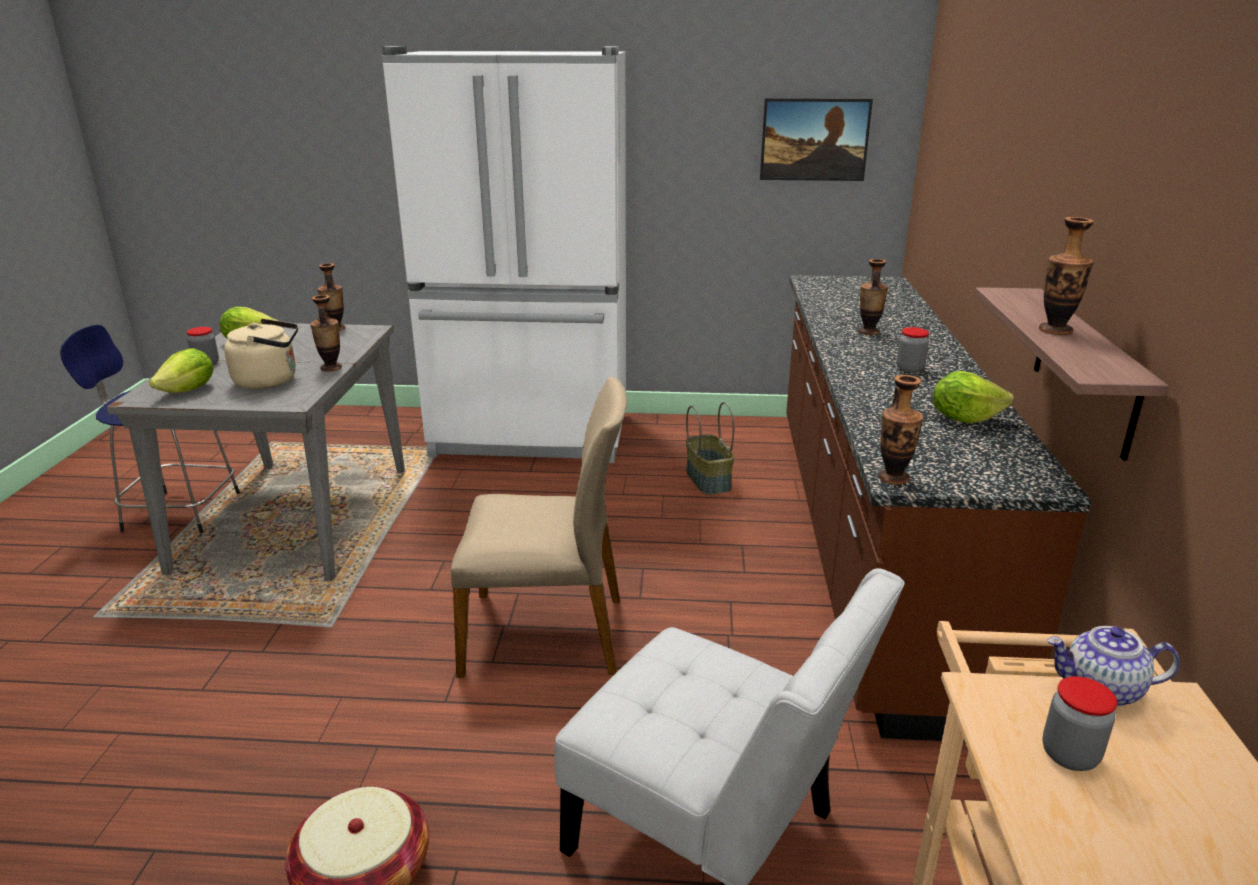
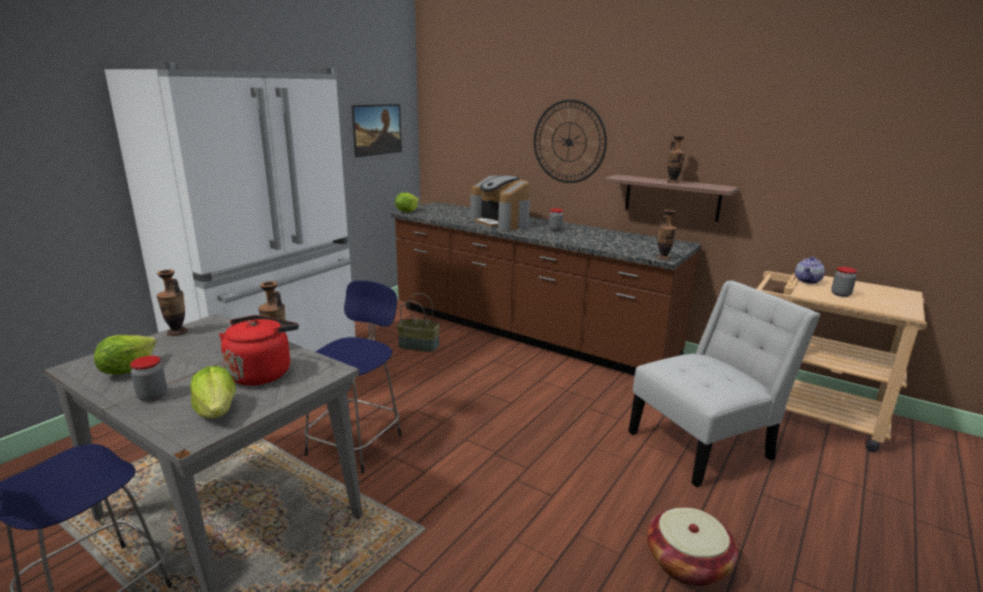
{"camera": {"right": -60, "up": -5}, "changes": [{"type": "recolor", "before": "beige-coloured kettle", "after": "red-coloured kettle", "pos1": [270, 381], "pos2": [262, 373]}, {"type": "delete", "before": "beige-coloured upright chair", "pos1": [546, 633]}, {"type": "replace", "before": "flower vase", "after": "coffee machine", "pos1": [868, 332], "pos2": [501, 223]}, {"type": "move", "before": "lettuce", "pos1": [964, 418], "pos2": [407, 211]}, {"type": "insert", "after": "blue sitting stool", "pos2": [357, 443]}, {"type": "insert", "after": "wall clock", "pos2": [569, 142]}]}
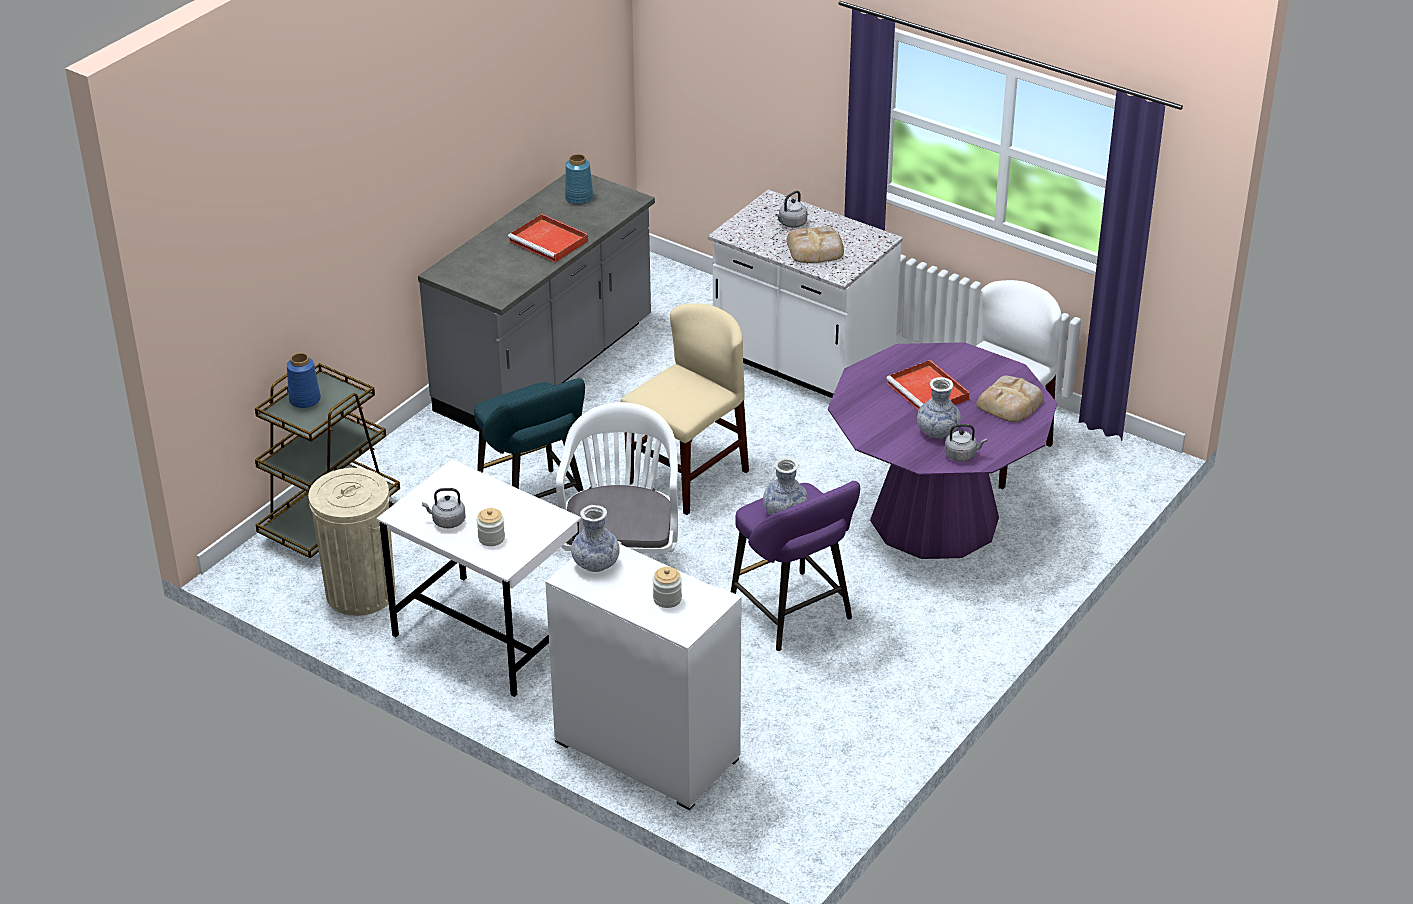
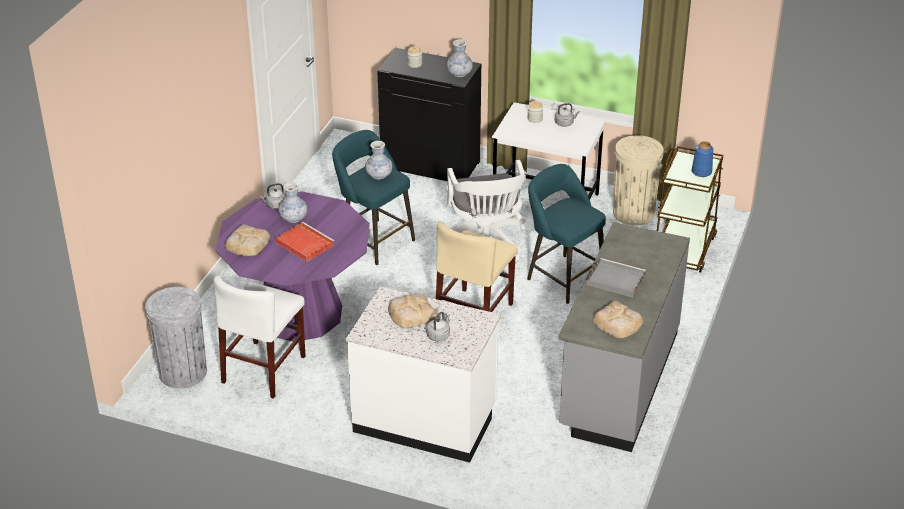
{"camera": {"right": 165, "up": 0}, "changes": [{"type": "recolor", "before": "red-coloured carrying tray", "after": "grey carrying tray", "pos1": [550, 241], "pos2": [614, 280]}, {"type": "recolor", "before": "whitish storage cabinet", "after": "black-coloured storage cabinet", "pos1": [645, 750], "pos2": [431, 165]}, {"type": "replace", "before": "blue flower vase", "after": "bakery bread", "pos1": [579, 198], "pos2": [618, 323]}, {"type": "recolor", "before": "purple sitting stool", "after": "turquoise-coloured sitting stool", "pos1": [794, 615], "pos2": [374, 240]}, {"type": "insert", "after": "grey rubbish bin", "pos2": [182, 372]}]}
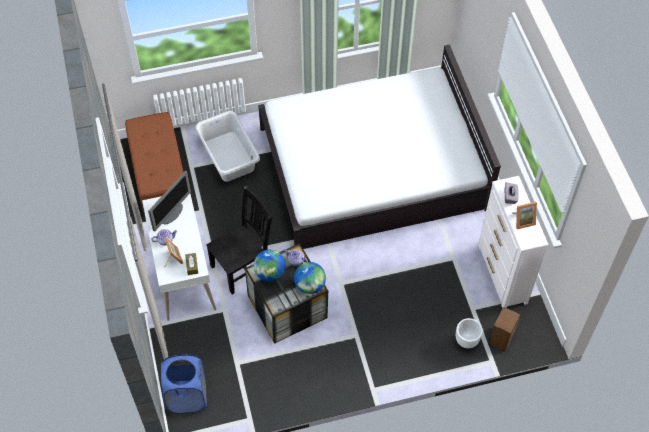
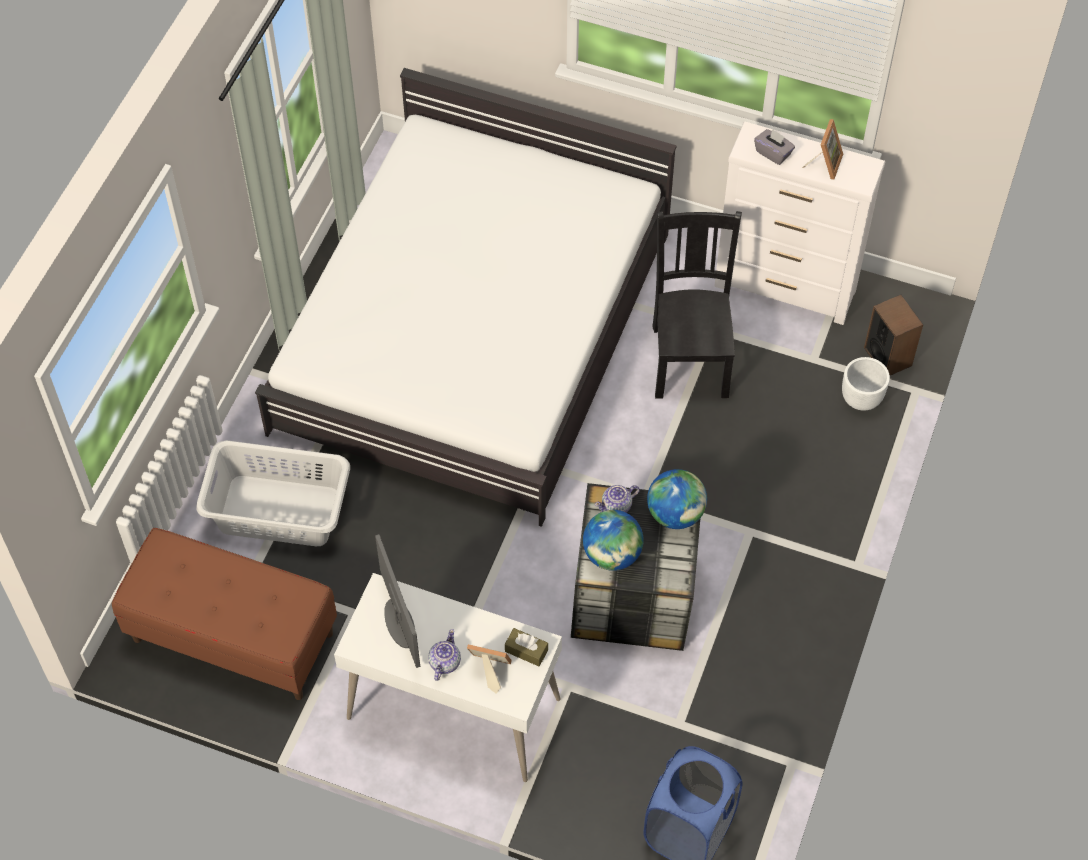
{"camera": {"right": -55, "up": 0}, "changes": [{"type": "move", "before": "black-coloured upright chair", "pos1": [243, 266], "pos2": [690, 358]}]}
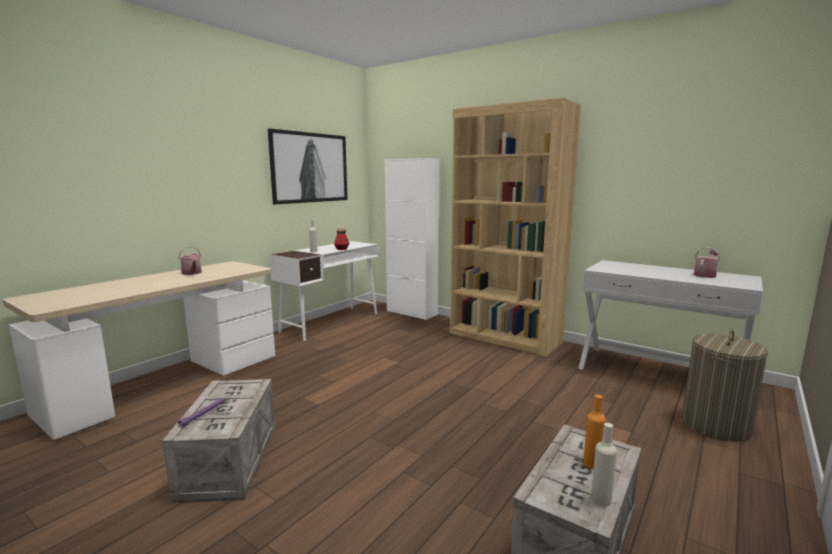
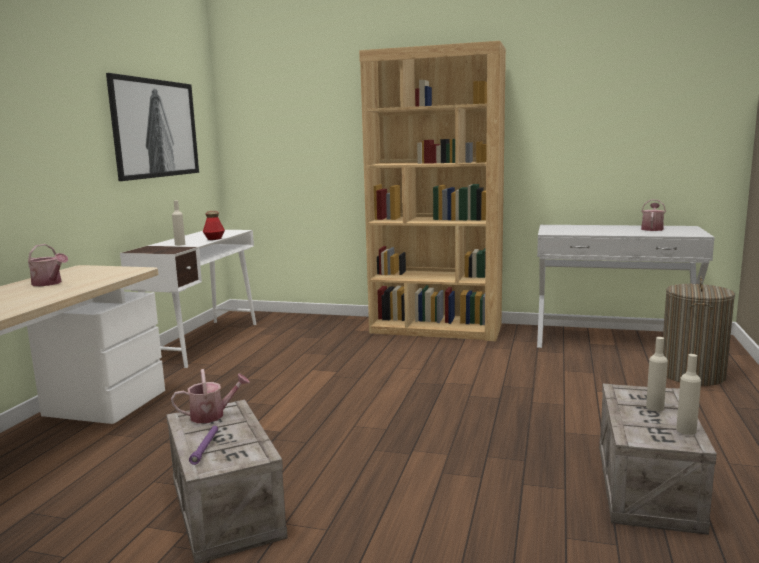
{"camera": {"right": -20, "up": 0}, "changes": [{"type": "delete", "before": "whitish storage cabinet", "pos1": [412, 313]}, {"type": "recolor", "before": "orange beverage bottle", "after": "beige-coloured beverage bottle", "pos1": [592, 463], "pos2": [655, 407]}, {"type": "insert", "after": "watering can", "pos2": [212, 415]}]}
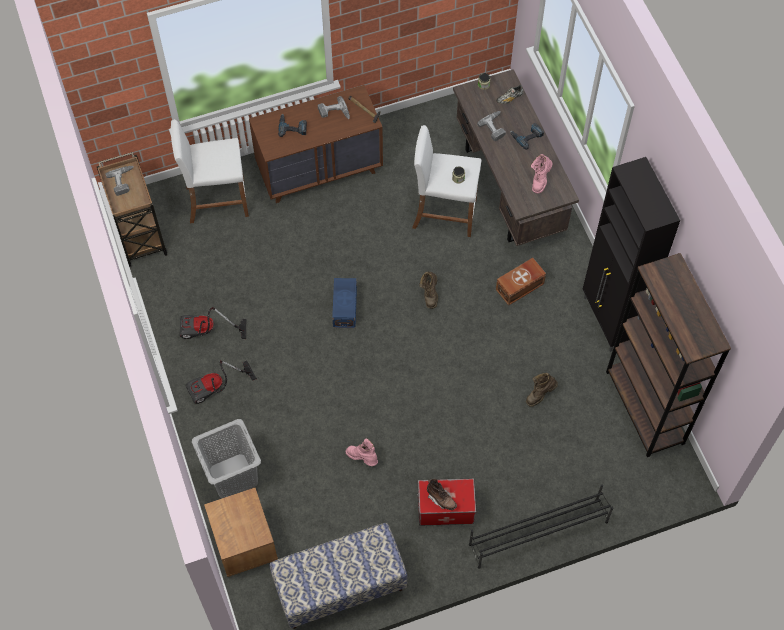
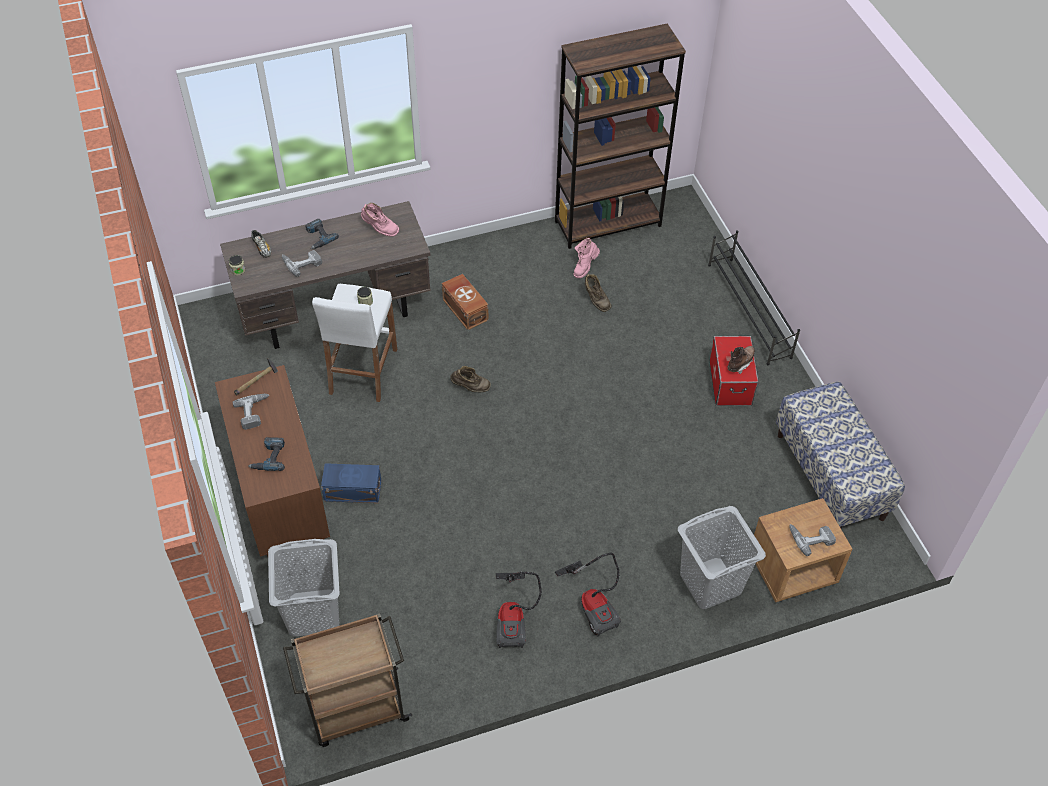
{"camera": {"right": -90, "up": -10}, "changes": [{"type": "move", "before": "electric drill", "pos1": [123, 181], "pos2": [810, 537]}, {"type": "replace", "before": "whitish sitting stool", "after": "grey hamper", "pos1": [217, 201], "pos2": [313, 613]}, {"type": "move", "before": "blue storage container", "pos1": [345, 307], "pos2": [352, 490]}, {"type": "move", "before": "pink-coloured tall boot", "pos1": [362, 458], "pos2": [585, 267]}, {"type": "delete", "before": "black-coloured storage cabinet", "pos1": [609, 321]}]}
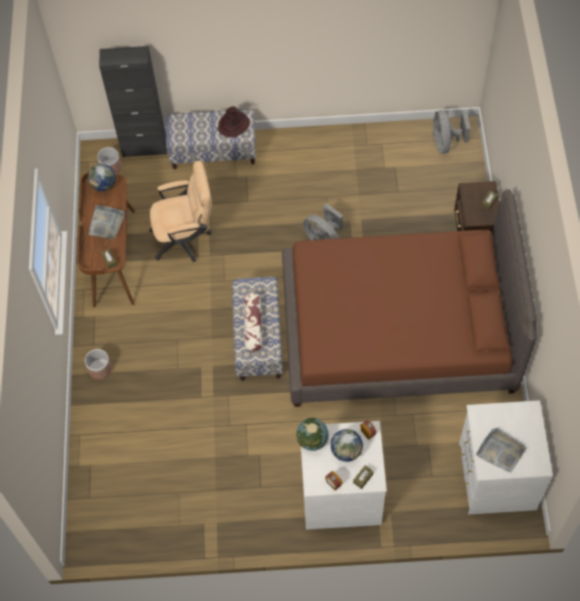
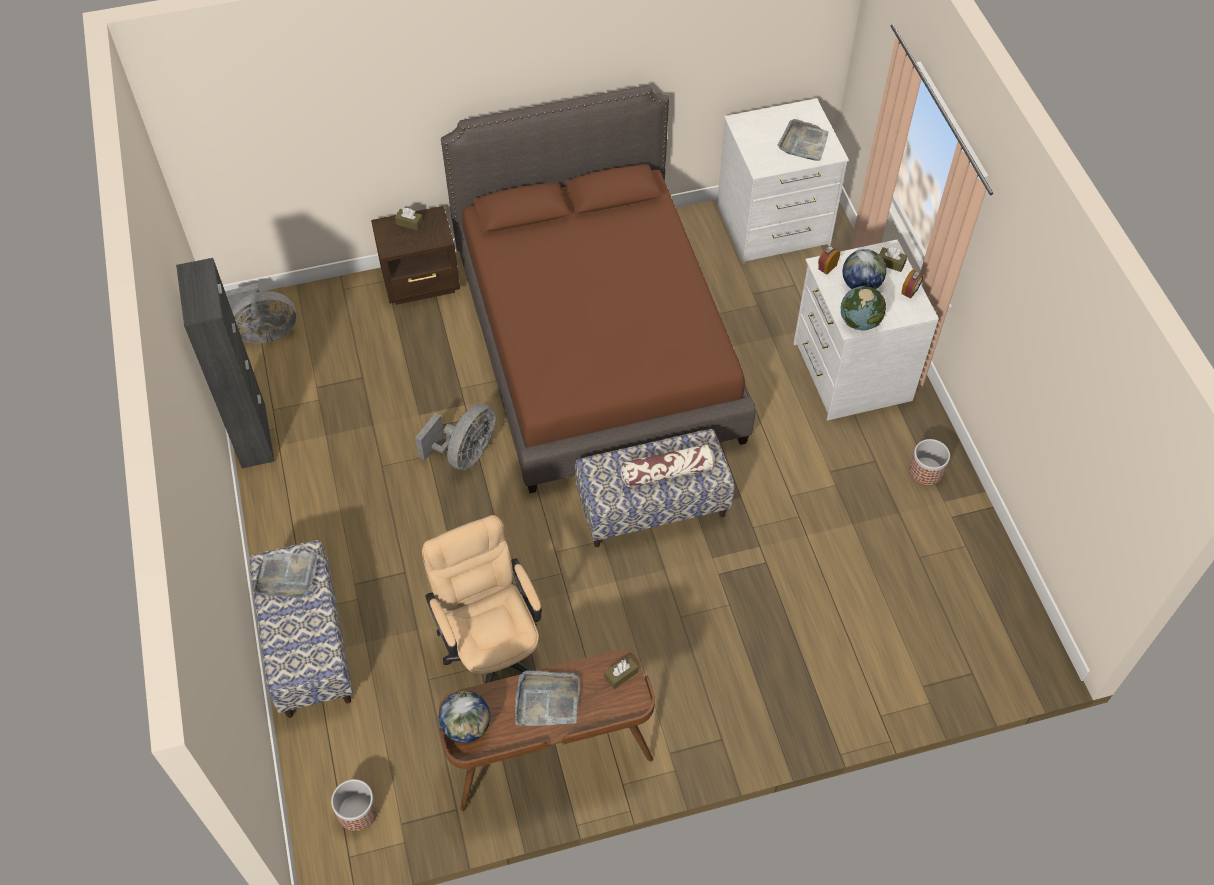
{"camera": {"right": -105, "up": -5}, "changes": [{"type": "move", "before": "plant pot", "pos1": [100, 369], "pos2": [926, 471]}, {"type": "move", "before": "black-coloured storage cabinet", "pos1": [144, 147], "pos2": [253, 436]}, {"type": "replace", "before": "brownish hat", "after": "grey carrying tray", "pos1": [233, 125], "pos2": [287, 576]}]}
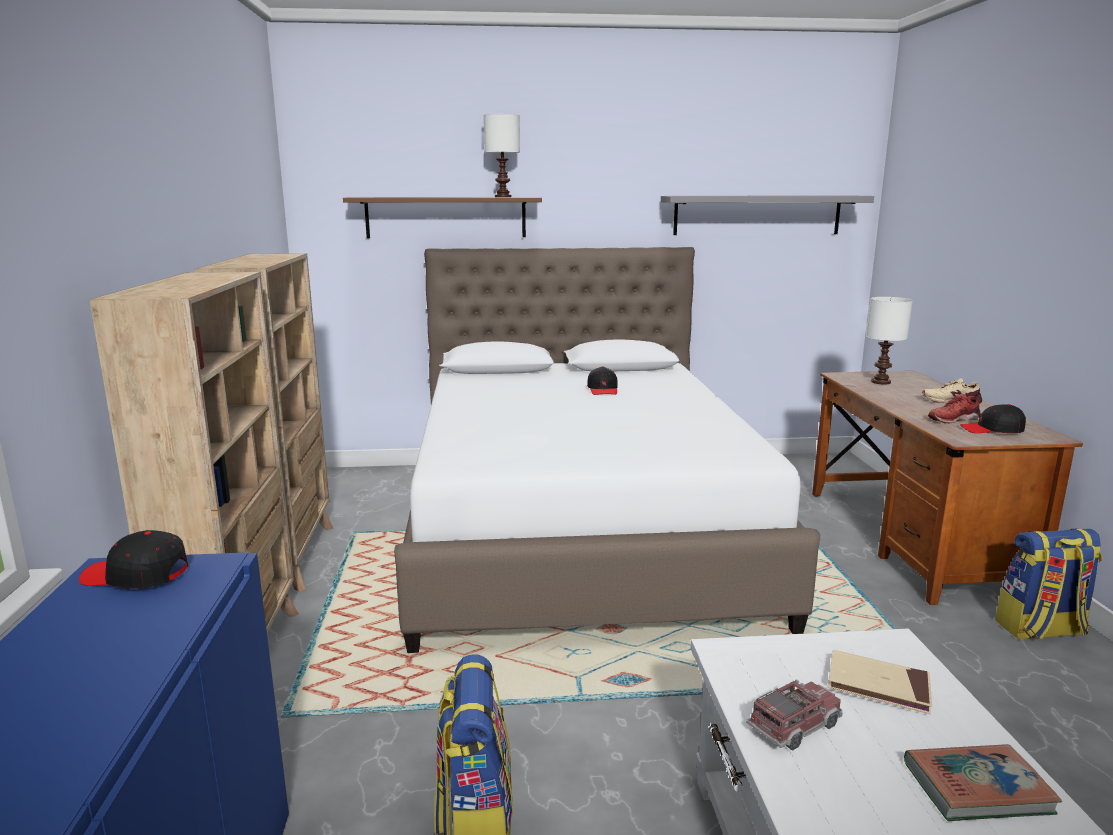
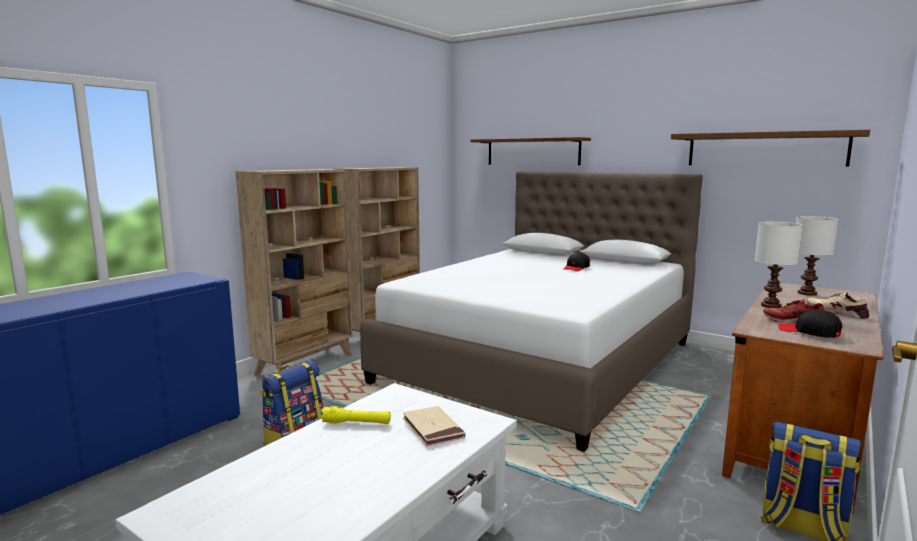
{"camera": {"right": 40, "up": -5}, "changes": [{"type": "delete", "before": "black-coloured cap", "pos1": [136, 575]}, {"type": "move", "before": "whitish table lamp", "pos1": [503, 197], "pos2": [771, 306]}, {"type": "recolor", "before": "grey wall shelf", "after": "brownish wall shelf", "pos1": [757, 215], "pos2": [765, 149]}, {"type": "replace", "before": "toy lorry", "after": "yellow-coloured torch", "pos1": [794, 726], "pos2": [356, 423]}, {"type": "delete", "before": "bound book", "pos1": [977, 788]}]}
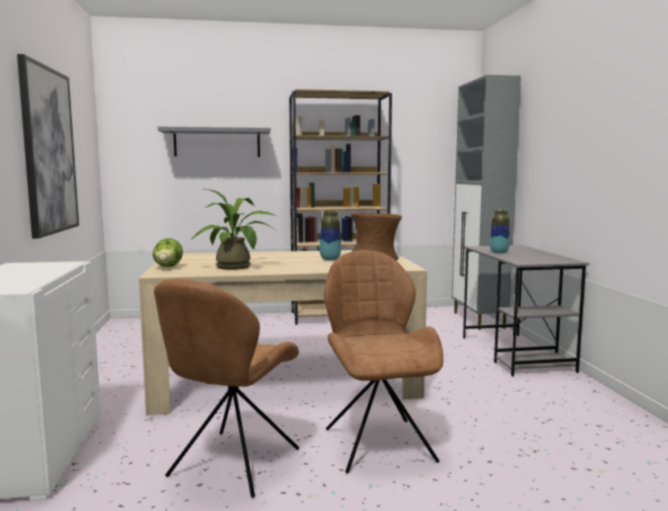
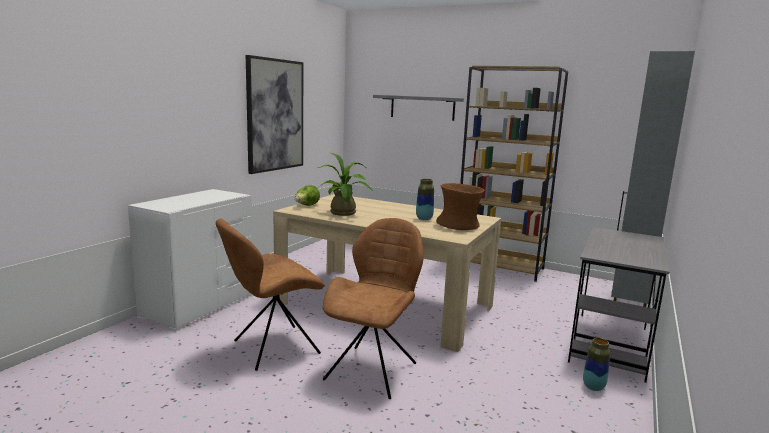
{"camera": {"right": 35, "up": 5}, "changes": [{"type": "move", "before": "flower vase", "pos1": [499, 252], "pos2": [593, 387]}]}
